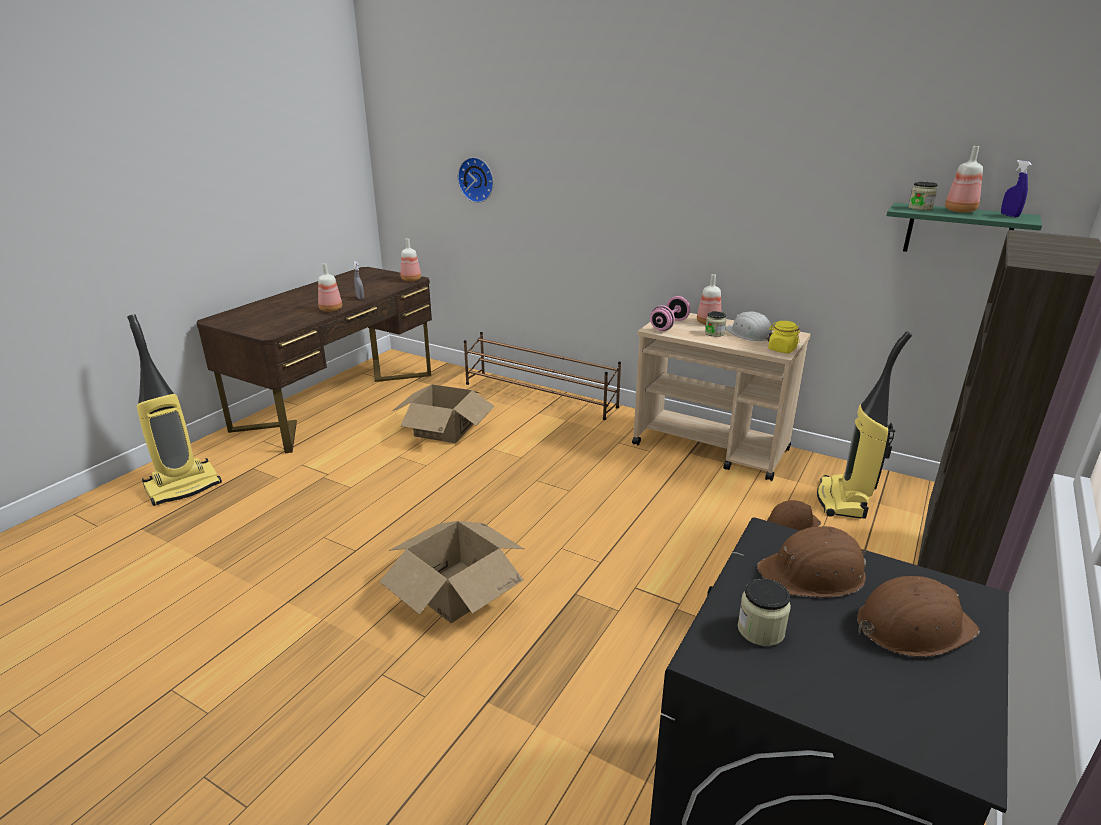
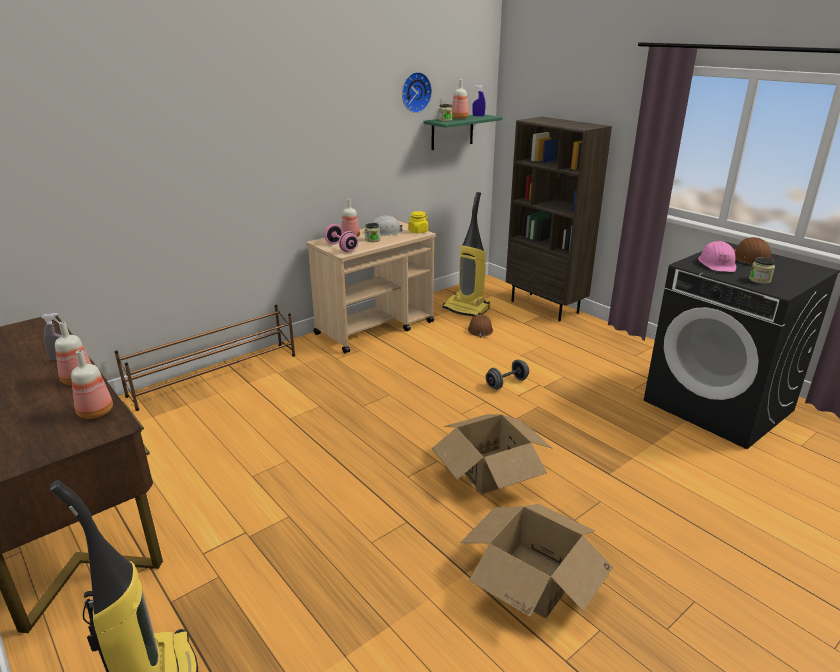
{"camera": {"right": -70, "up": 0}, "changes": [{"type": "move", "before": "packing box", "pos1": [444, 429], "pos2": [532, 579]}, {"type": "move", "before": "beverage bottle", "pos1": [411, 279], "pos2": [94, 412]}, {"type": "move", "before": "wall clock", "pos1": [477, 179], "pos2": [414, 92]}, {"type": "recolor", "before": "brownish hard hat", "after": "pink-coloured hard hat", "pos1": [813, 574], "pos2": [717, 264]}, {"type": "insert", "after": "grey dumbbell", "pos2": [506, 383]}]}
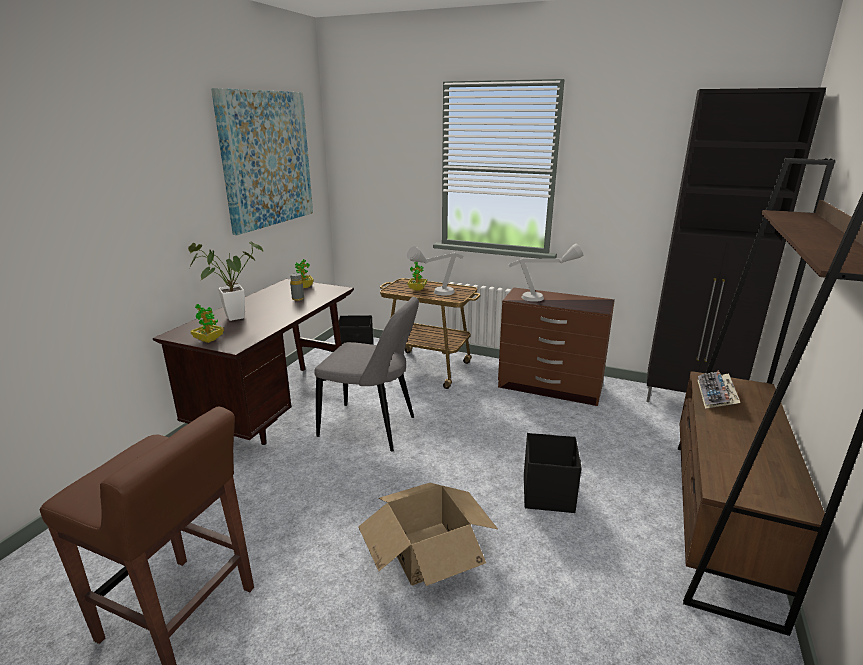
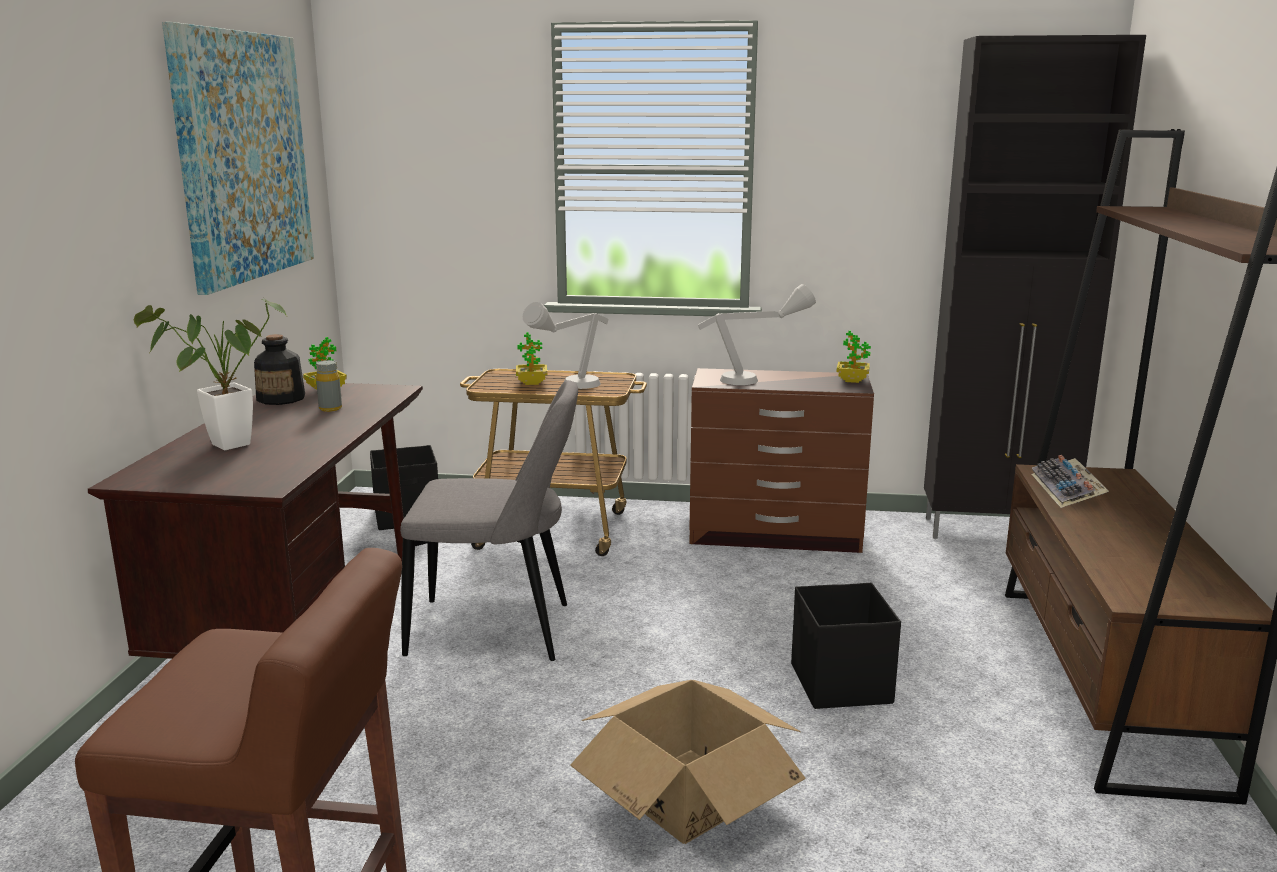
{"camera": {"right": -15, "up": -5}, "changes": [{"type": "move", "before": "plant in a pot", "pos1": [208, 340], "pos2": [852, 380]}, {"type": "insert", "after": "beverage bottle", "pos2": [281, 398]}]}
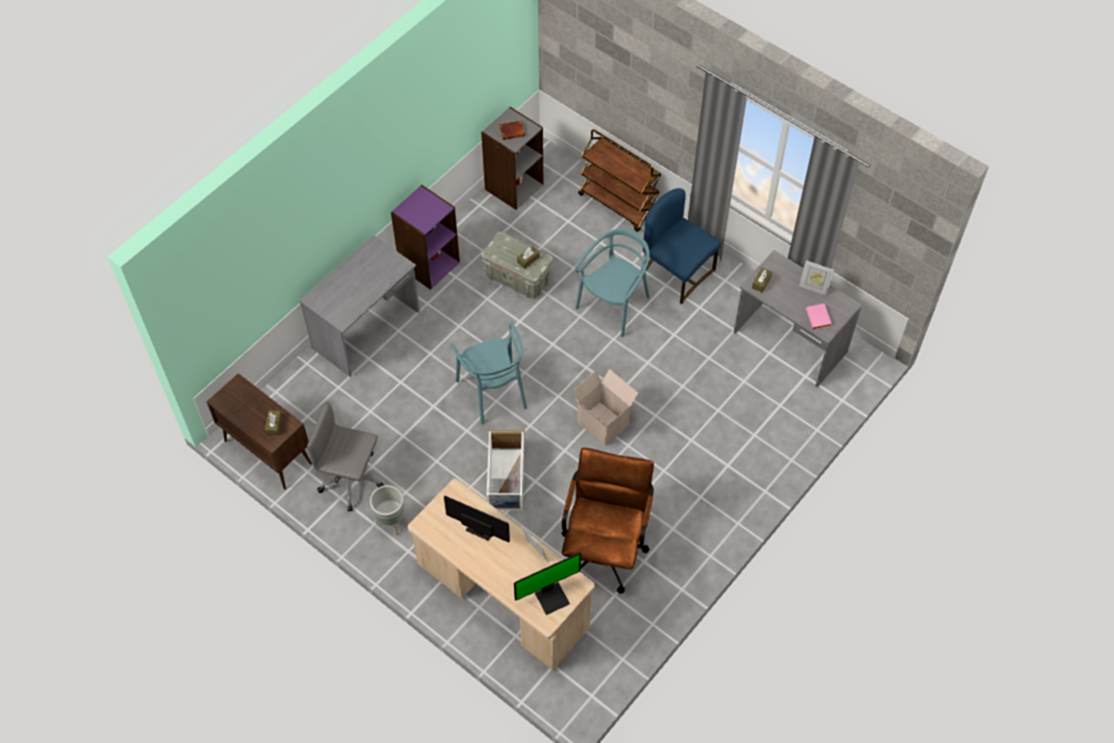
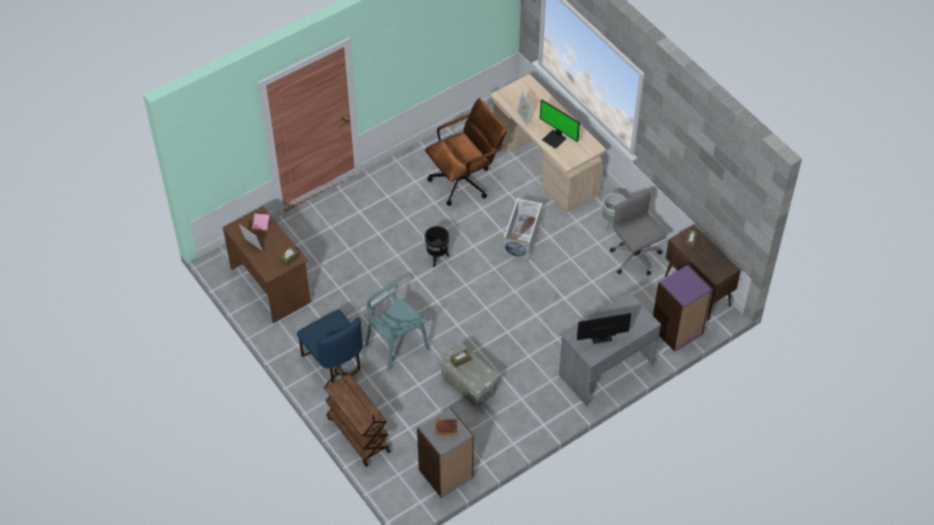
{"camera": {"right": -165, "up": -5}, "changes": [{"type": "rotate", "before": "grey desk chair", "pos1": [352, 480], "pos2": [635, 258], "turn": -150}, {"type": "move", "before": "purple shelving unit", "pos1": [428, 264], "pos2": [677, 331]}, {"type": "delete", "before": "turquoise-coloured upright chair", "pos1": [493, 392]}, {"type": "move", "before": "computer display", "pos1": [551, 597], "pos2": [600, 336]}, {"type": "rotate", "before": "brownish desk chair", "pos1": [605, 546], "pos2": [466, 180], "turn": -150}, {"type": "replace", "before": "packing box", "after": "black-coloured plant pot", "pos1": [604, 423], "pos2": [437, 257]}, {"type": "recolor", "before": "grey desk unit", "after": "brownish desk unit", "pos1": [789, 343], "pos2": [271, 284]}]}
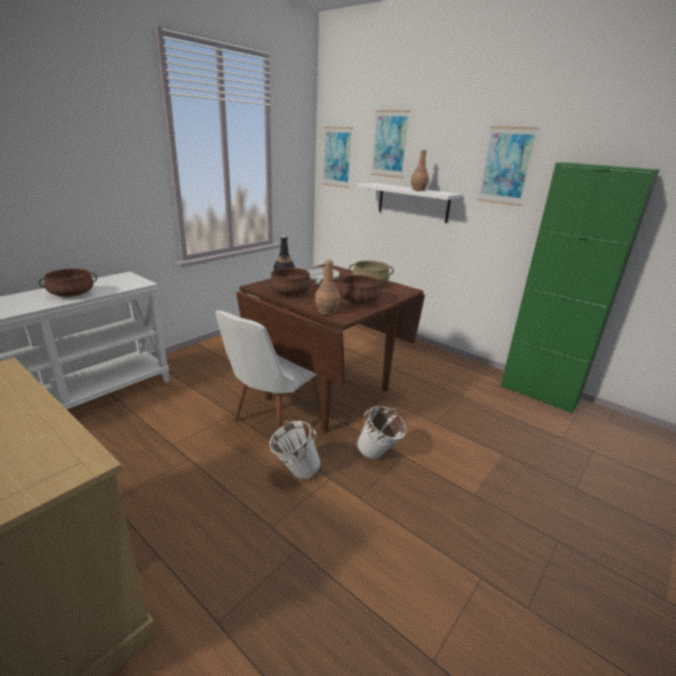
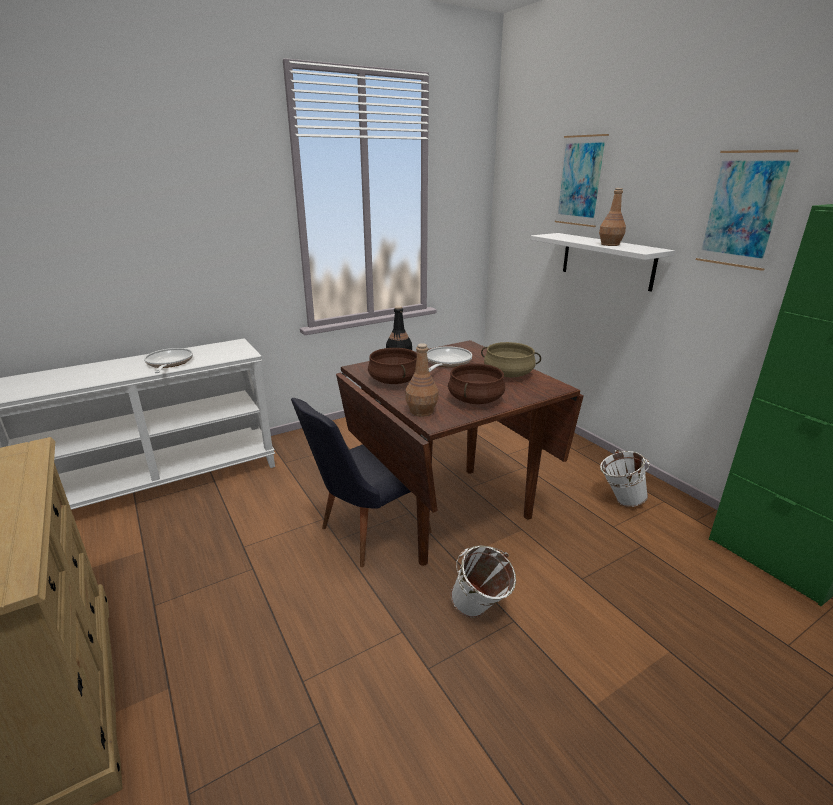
{"camera": {"right": 20, "up": 0}, "changes": [{"type": "replace", "before": "brownish saucepot", "after": "frying pan", "pos1": [72, 294], "pos2": [168, 363]}, {"type": "recolor", "before": "whitish upright chair", "after": "black-coloured upright chair", "pos1": [271, 418], "pos2": [365, 533]}, {"type": "move", "before": "whitish water bucket", "pos1": [294, 472], "pos2": [619, 500]}, {"type": "delete", "before": "wall art", "pos1": [337, 157]}]}
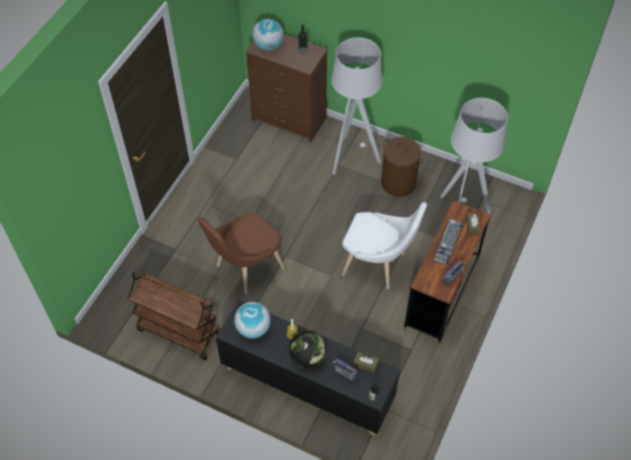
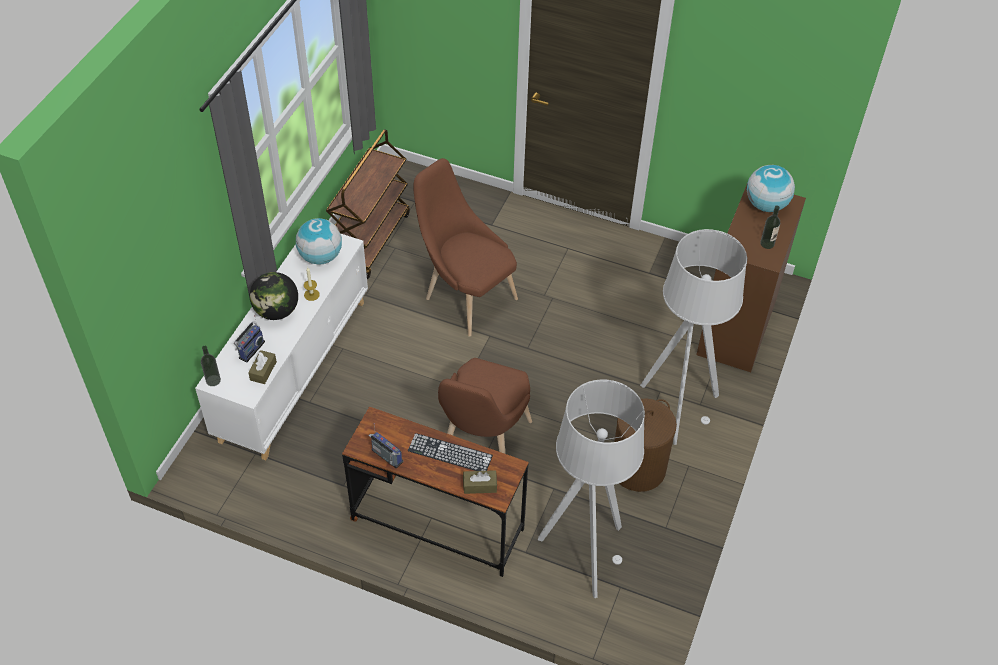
{"camera": {"right": 85, "up": -5}, "changes": [{"type": "recolor", "before": "black-coloured storage cabinet", "after": "whitish storage cabinet", "pos1": [307, 384], "pos2": [294, 369]}, {"type": "recolor", "before": "whitish upright chair", "after": "brownish upright chair", "pos1": [378, 265], "pos2": [482, 444]}]}
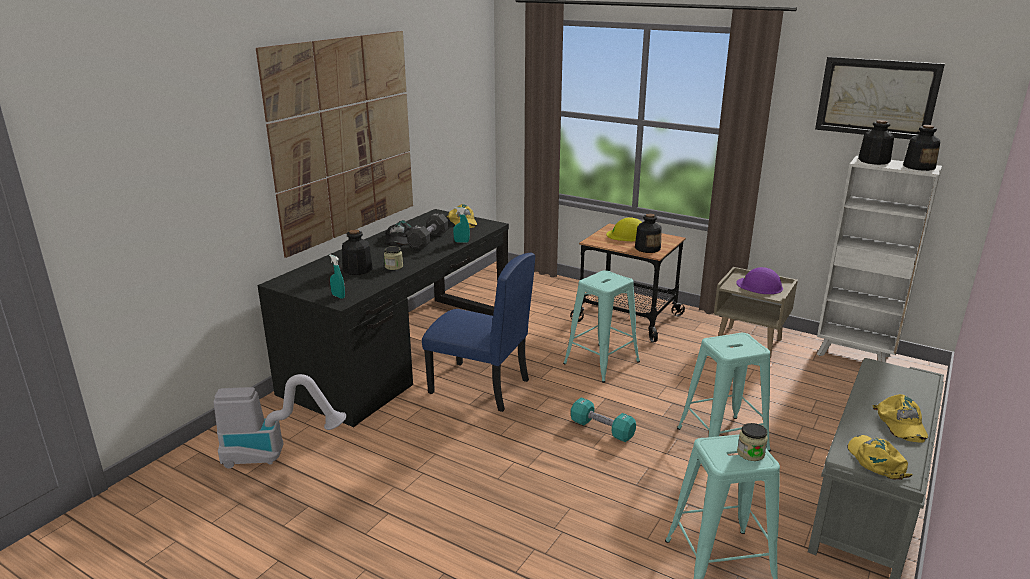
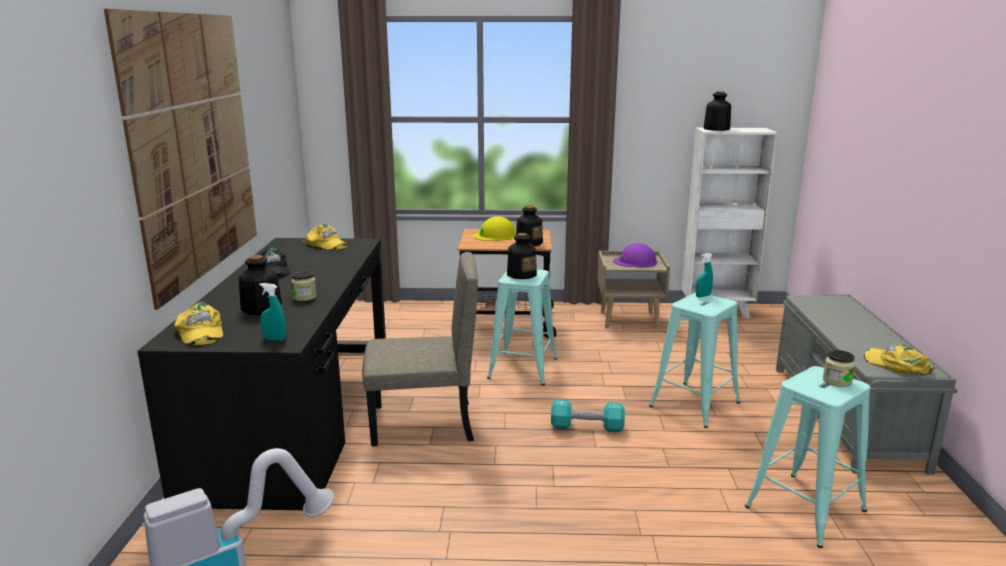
{"camera": {"right": -30, "up": -5}, "changes": [{"type": "delete", "before": "black-coloured dumbbell", "pos1": [428, 240]}, {"type": "recolor", "before": "blue upright chair", "after": "beige-coloured upright chair", "pos1": [479, 386], "pos2": [422, 423]}, {"type": "move", "before": "turquoise-coloured sprayer", "pos1": [461, 242], "pos2": [703, 296]}, {"type": "delete", "before": "wall art", "pos1": [876, 97]}, {"type": "move", "before": "yellow-coloured cap", "pos1": [900, 423], "pos2": [200, 332]}, {"type": "move", "before": "beverage bottle", "pos1": [919, 167], "pos2": [521, 274]}]}
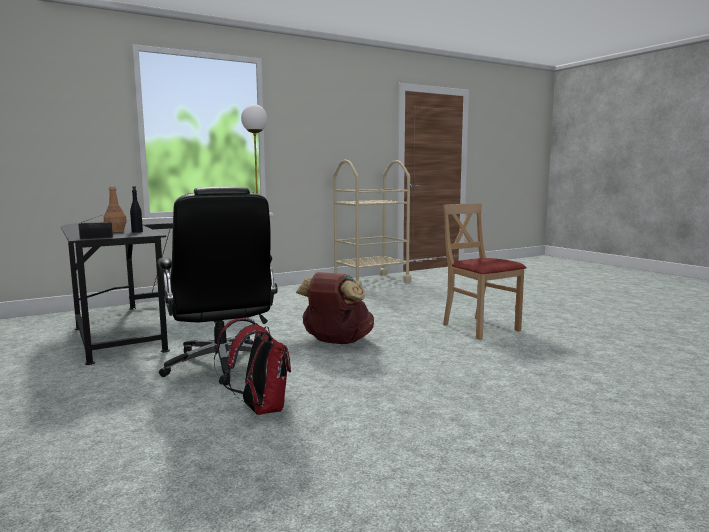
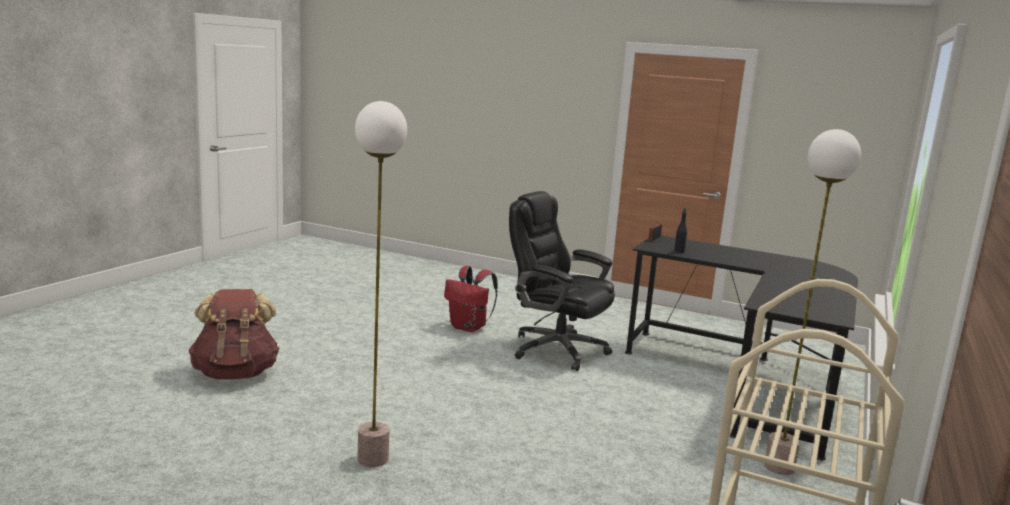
{"camera": {"right": 145, "up": 5}, "changes": [{"type": "delete", "before": "brownish beverage bottle", "pos1": [115, 231]}, {"type": "move", "before": "brownish rucksack", "pos1": [336, 342], "pos2": [235, 373]}, {"type": "replace", "before": "beige-coloured upright chair", "after": "standing lamp", "pos1": [480, 328], "pos2": [373, 459]}]}
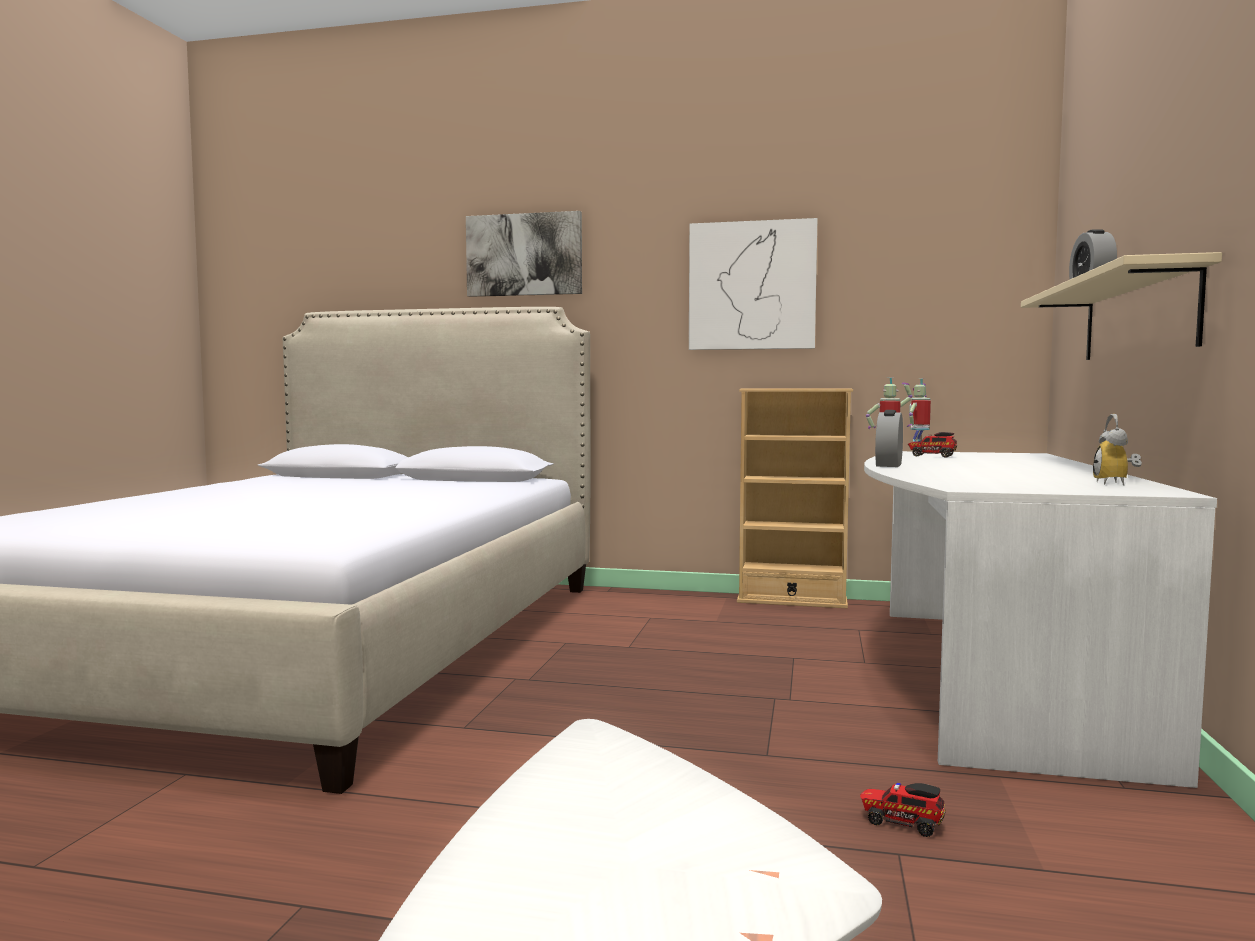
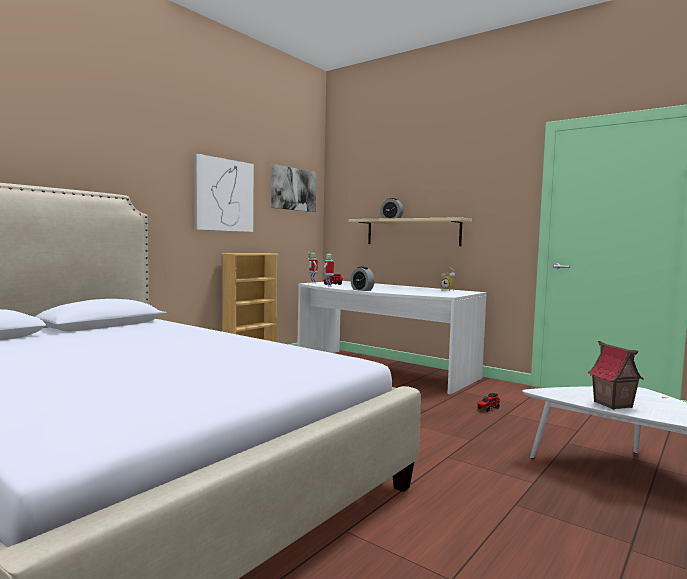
{"camera": {"right": -65, "up": 0}, "changes": [{"type": "move", "before": "wall art", "pos1": [524, 255], "pos2": [293, 189]}, {"type": "insert", "after": "model house", "pos2": [612, 404]}]}
